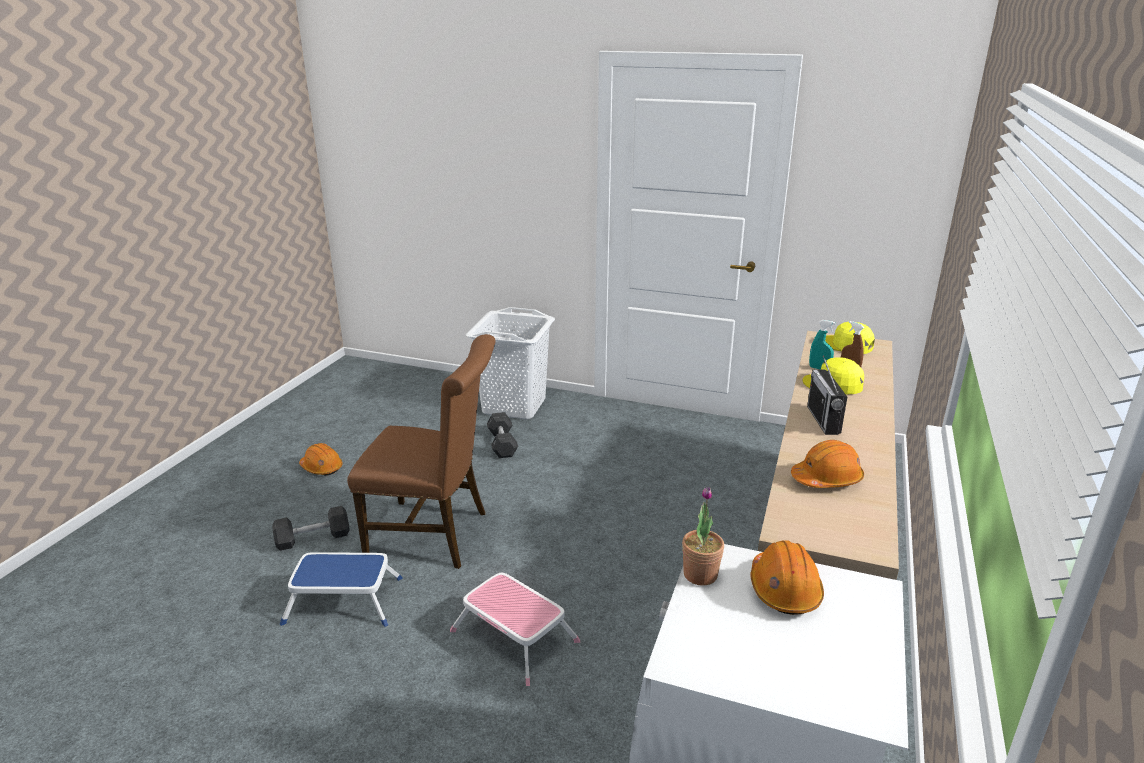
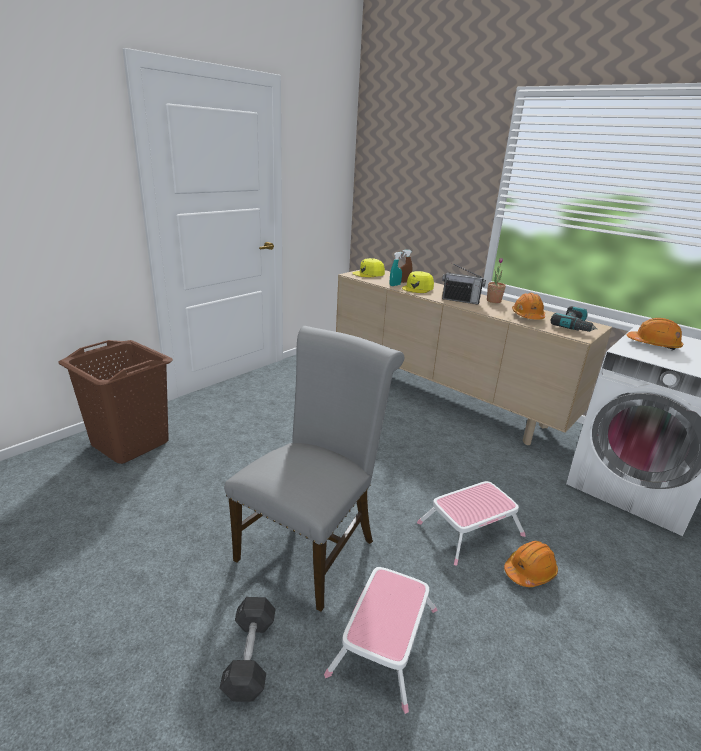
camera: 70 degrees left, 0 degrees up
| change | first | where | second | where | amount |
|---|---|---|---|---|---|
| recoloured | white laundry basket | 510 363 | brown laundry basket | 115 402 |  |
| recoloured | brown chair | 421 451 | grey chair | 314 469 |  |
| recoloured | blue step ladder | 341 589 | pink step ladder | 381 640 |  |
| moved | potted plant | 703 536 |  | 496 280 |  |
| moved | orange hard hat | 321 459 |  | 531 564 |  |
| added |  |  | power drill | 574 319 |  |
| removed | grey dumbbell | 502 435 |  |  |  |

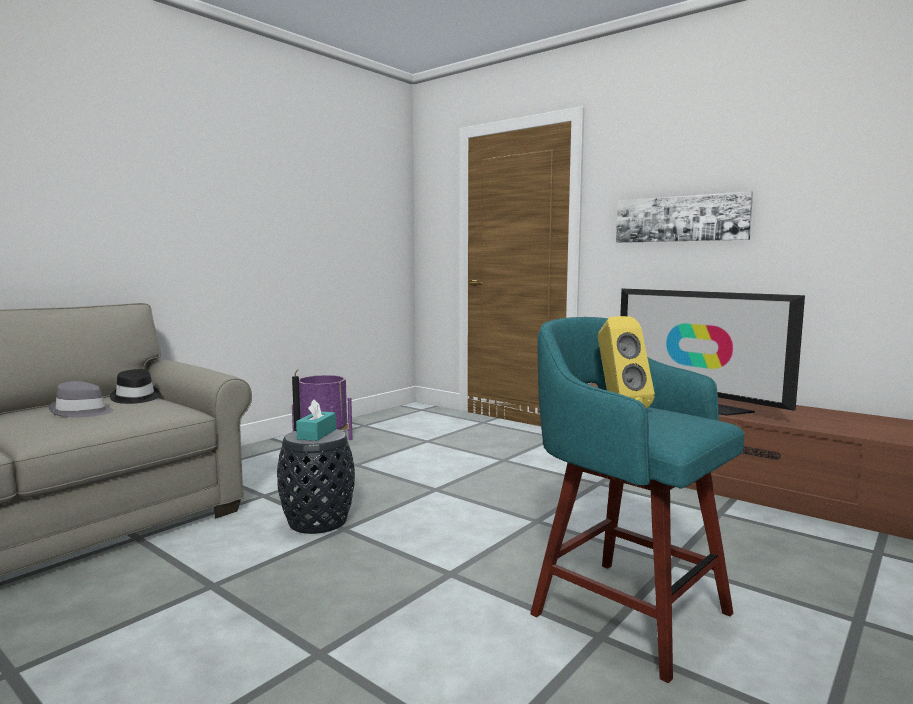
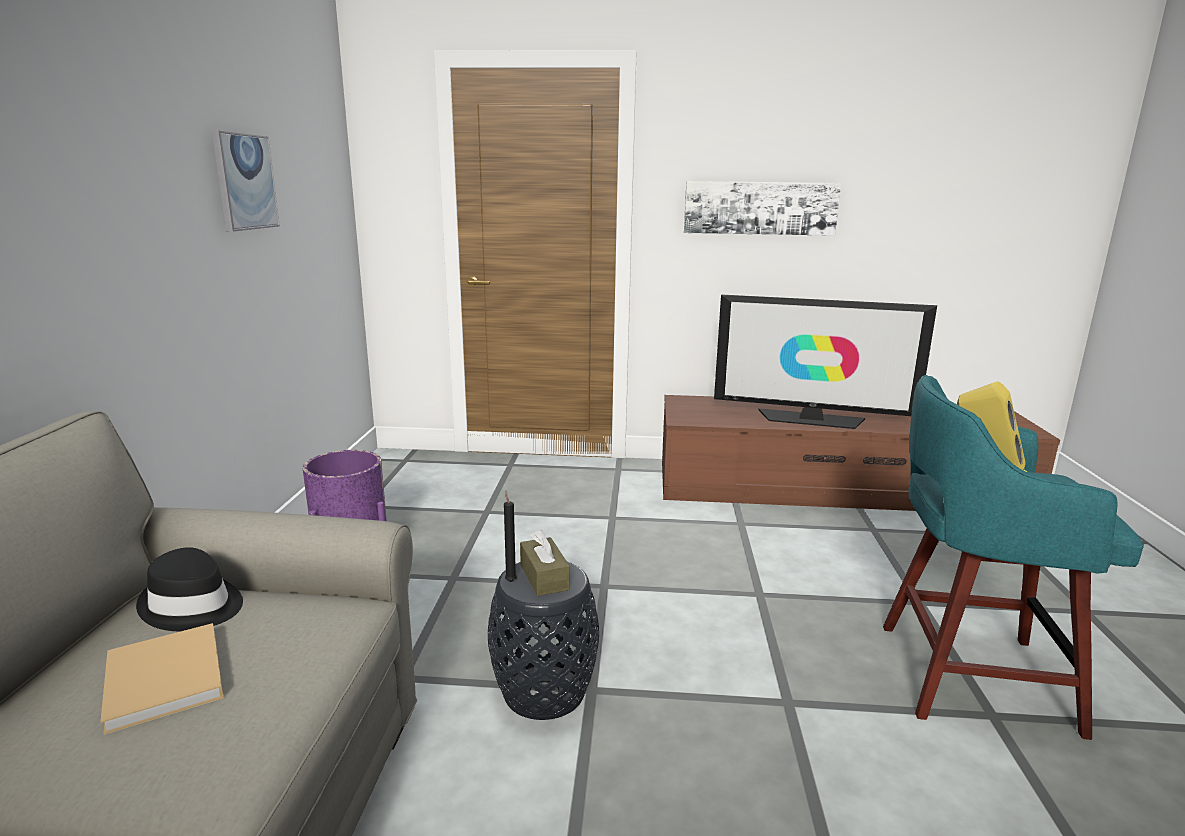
camera: 35 degrees left, 10 degrees up
| change | first | where | second | where | amount |
|---|---|---|---|---|---|
| replaced | grey hat | 81 399 | beige book | 162 679 |  |
| added |  |  | picture | 246 181 |  |
| recoloured | turquoise tissue box | 316 420 | brown tissue box | 545 562 |  |

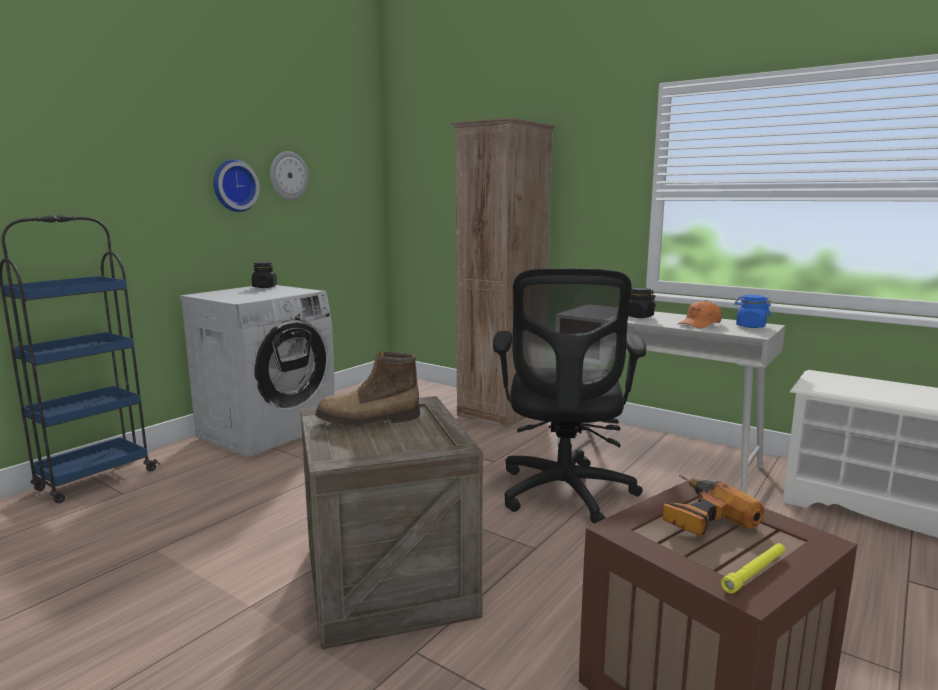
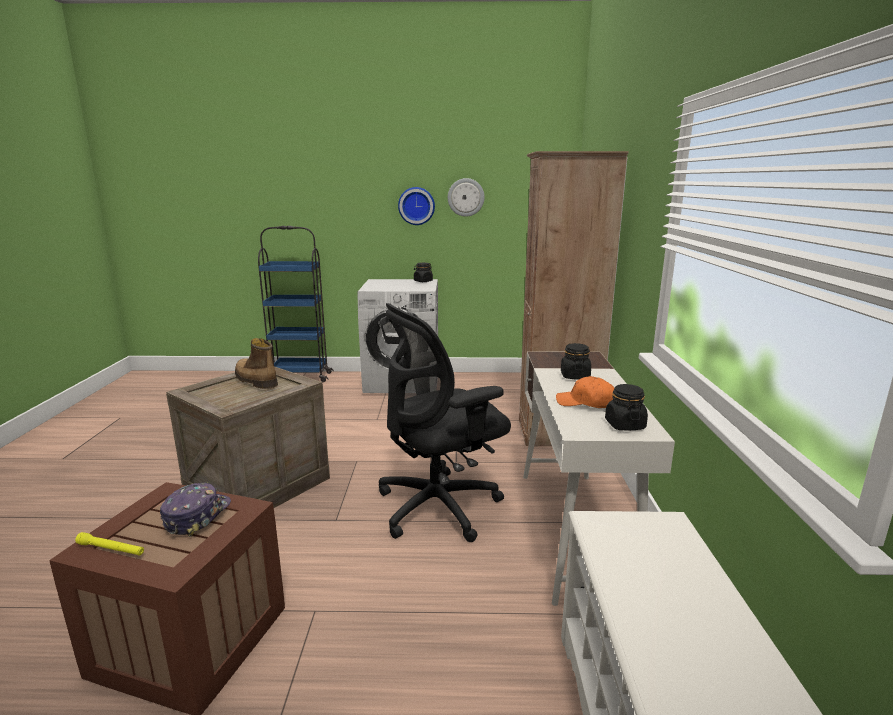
camera: 55 degrees right, 5 degrees up
| change | first | where | second | where | amount |
|---|---|---|---|---|---|
| replaced | power drill | 713 505 | cap | 195 509 |  |
| recoloured | blue jar | 752 311 | black jar | 626 407 |  |

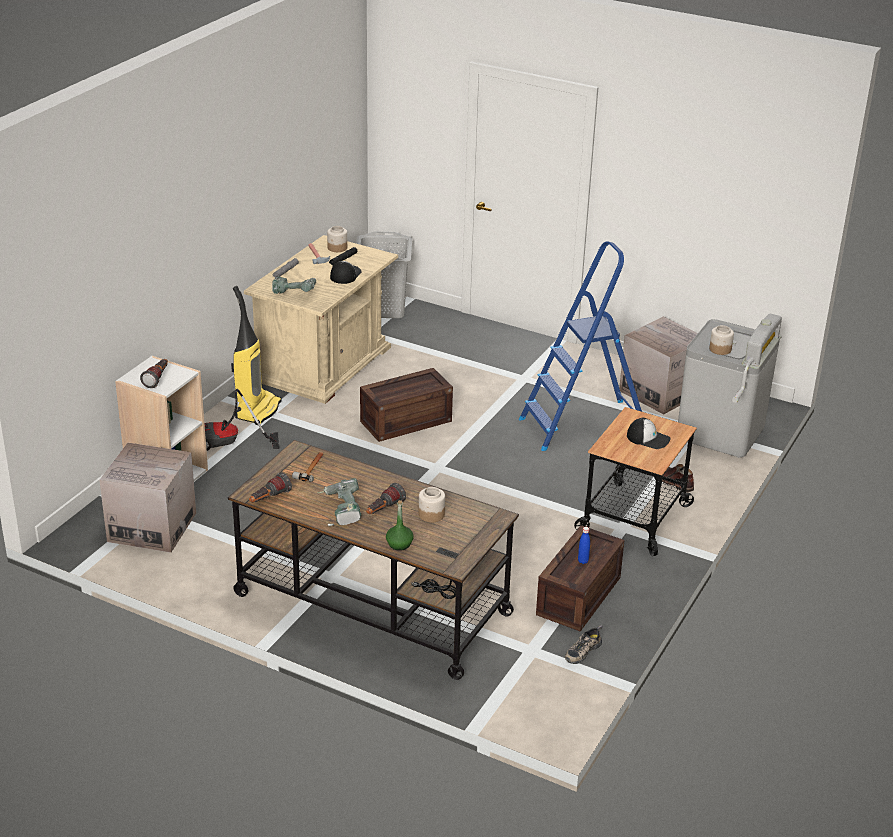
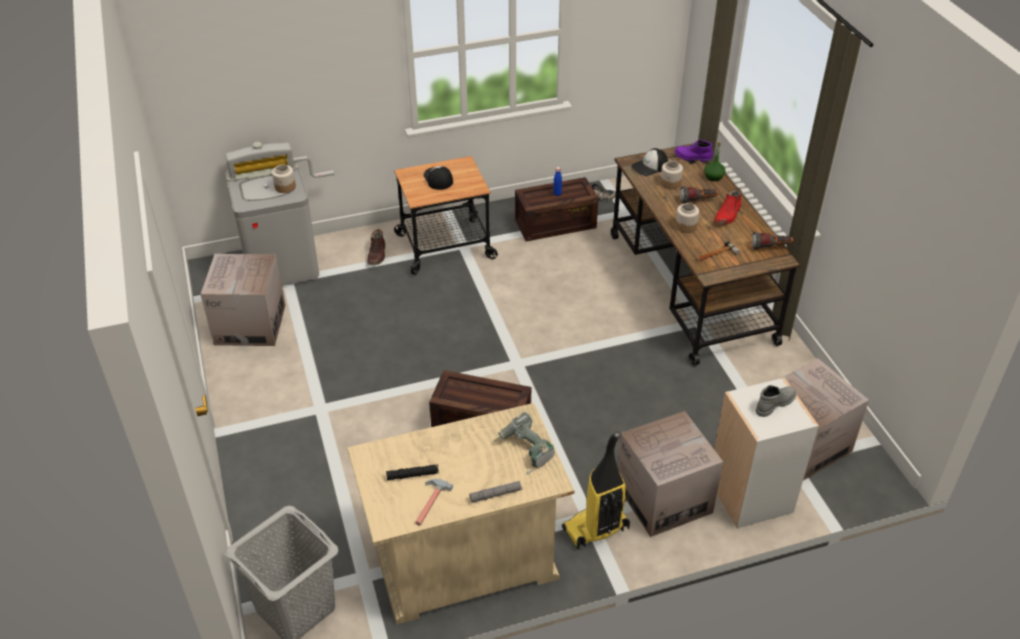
camera: 135 degrees left, 10 degrees up
| change | first | where | second | where | amount |
|---|---|---|---|---|---|
| replaced | vacuum cleaner | 241 420 | cardboard box | 670 474 |  |
| moved | cap | 345 272 |  | 649 162 |  |
| added |  |  | purple boot | 694 151 |  |
| moved | jar | 337 239 |  | 687 218 |  |
| replaced | power drill | 339 502 | red boot | 728 206 |  |
| replaced | flashlight | 154 373 | grey boot | 776 401 |  |
| removed | blue step ladder | 580 346 |  |  |  |

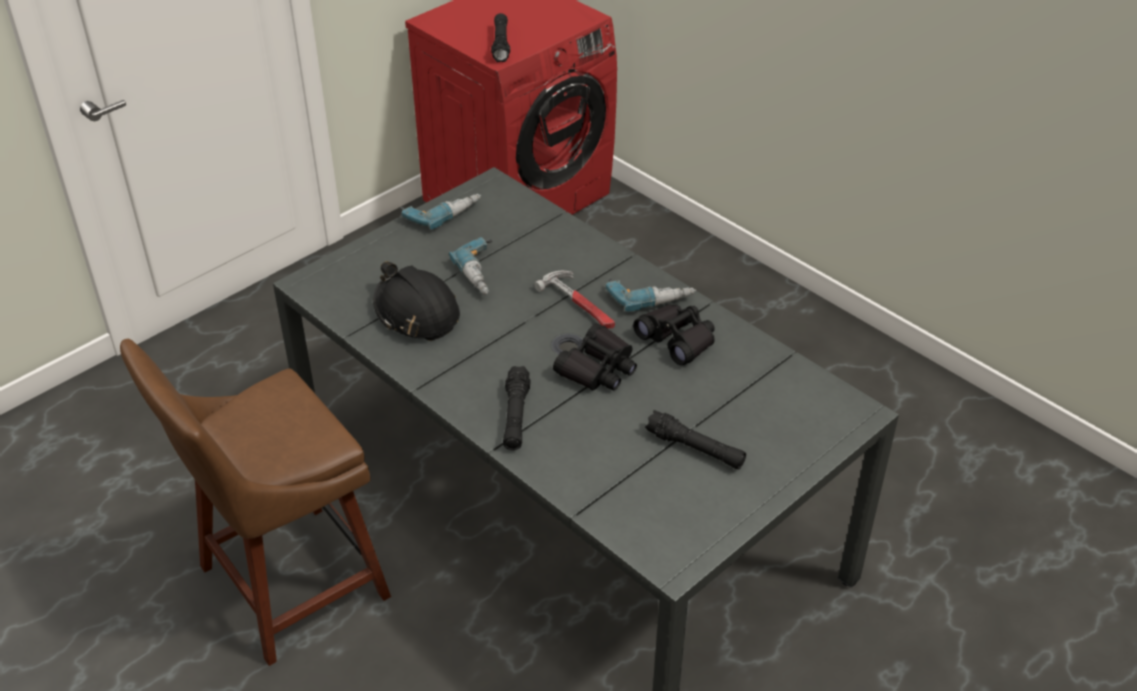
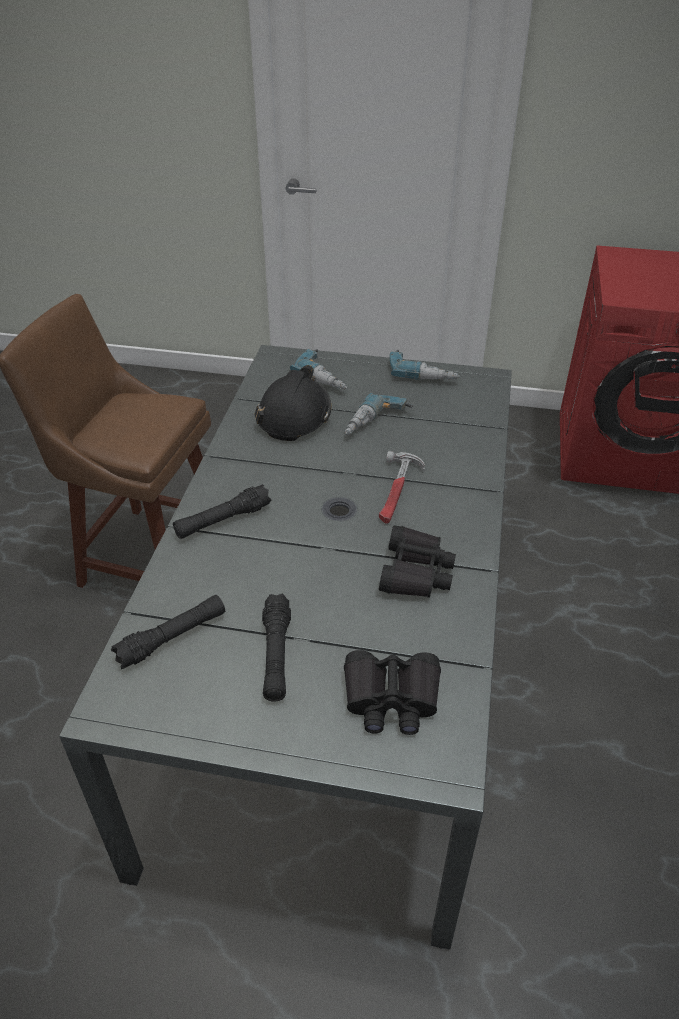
camera: 55 degrees right, 0 degrees up
| change | first | where | second | where | amount |
|---|---|---|---|---|---|
| moved | black flashlight | 500 37 |  | 168 632 |  |
| moved | power drill | 650 295 |  | 319 369 |  |
| moved | black binoculars | 595 356 |  | 392 692 |  |

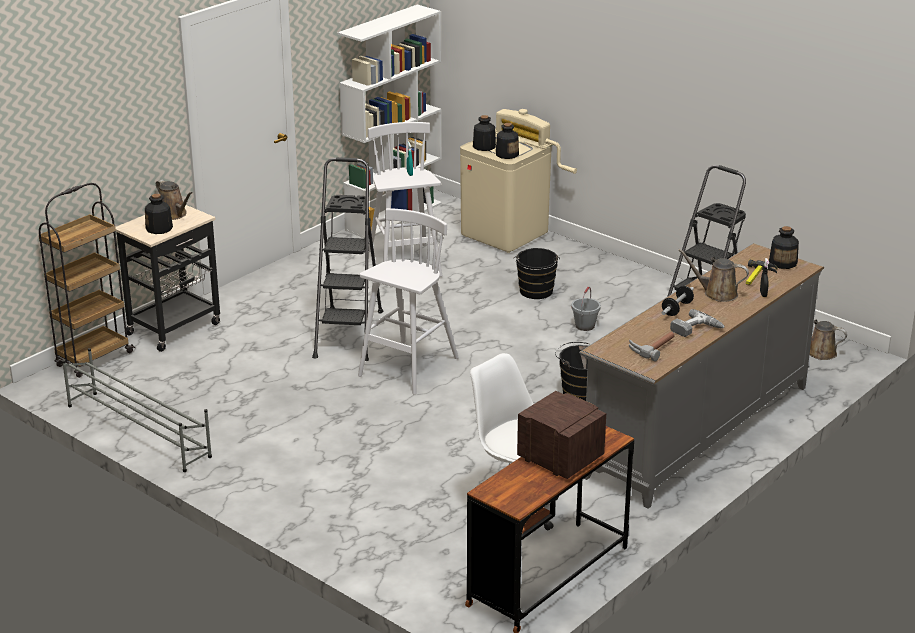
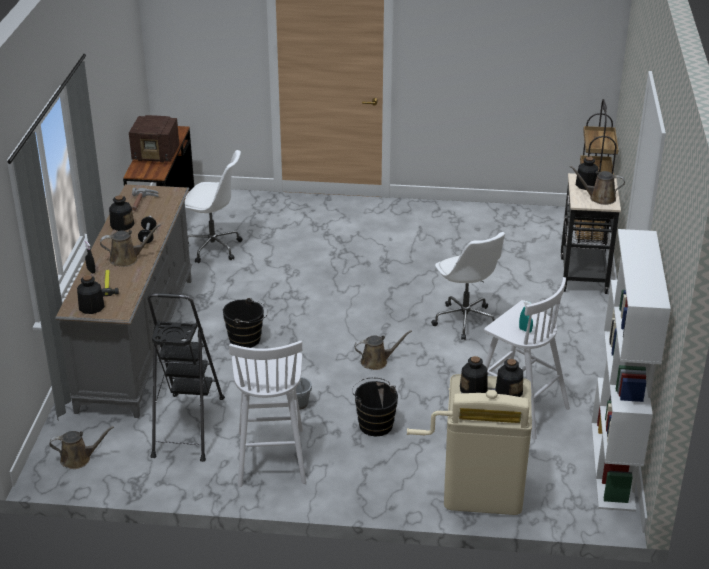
camera: 145 degrees right, 5 degrees up
| change | first | where | second | where | amount |
|---|---|---|---|---|---|
| replaced | power drill | 697 323 | bottle | 121 213 |  |
| moved | white stool | 408 301 |  | 267 414 |  |
| added |  |  | brown watering can | 383 350 |  |
| replaced | step ladder | 348 259 | white office chair | 468 286 |  |
| removed | grey shoe rack | 137 410 |  |  |  |

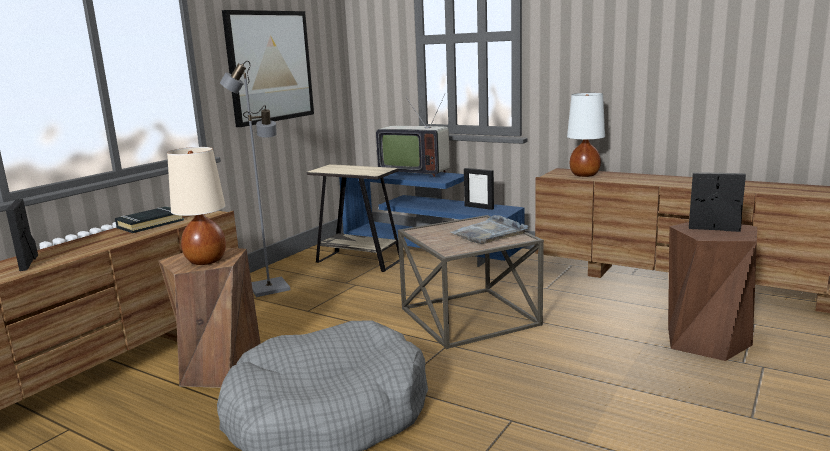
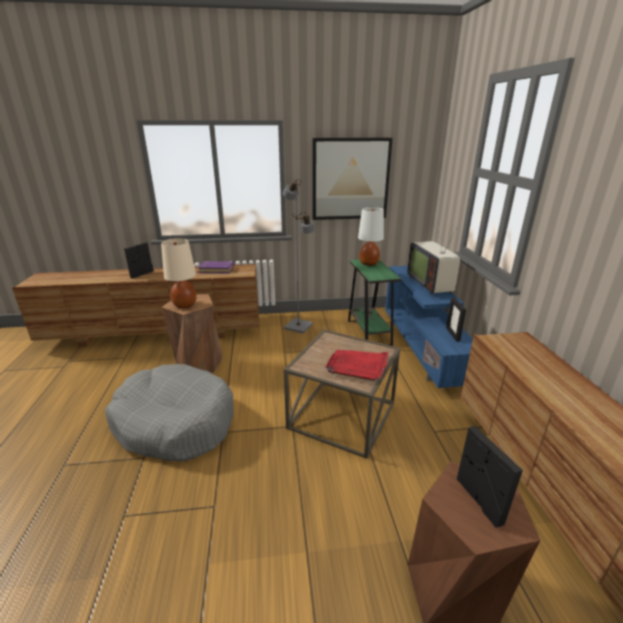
camera: 50 degrees right, 10 degrees up
| change | first | where | second | where | amount |
|---|---|---|---|---|---|
| recoloured | black book | 149 219 | purple book | 216 267 |  |
| recoloured | grey tray | 489 229 | red tray | 356 365 |  |
| recoloured | beige side table | 352 218 | green side table | 374 302 |  |
| moved | white table lamp | 586 135 |  | 371 236 |  |

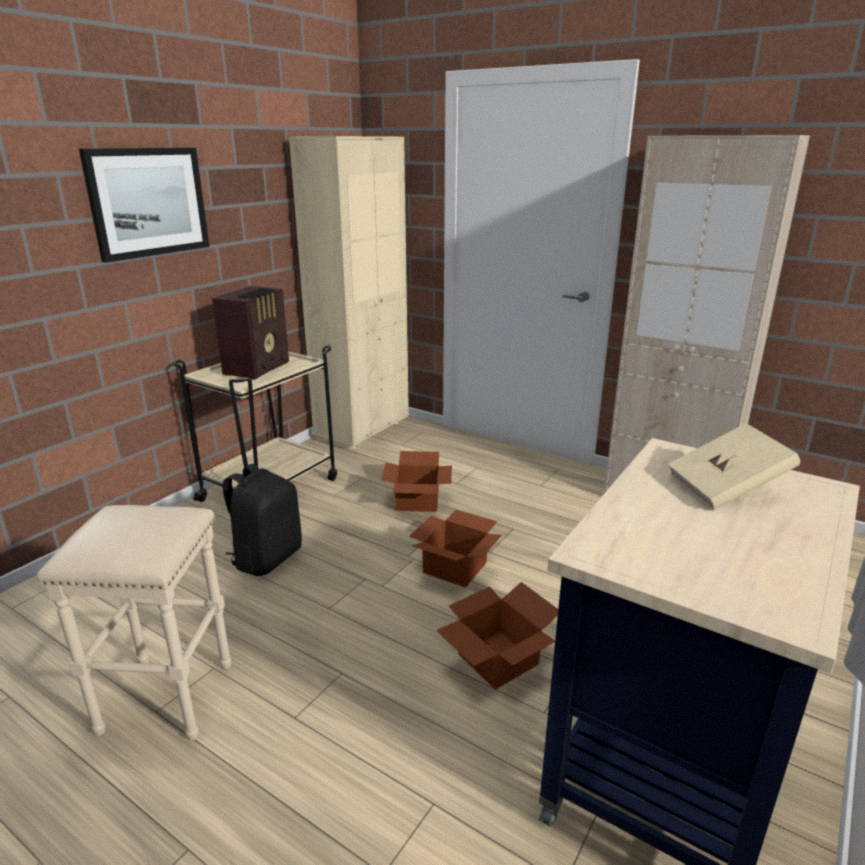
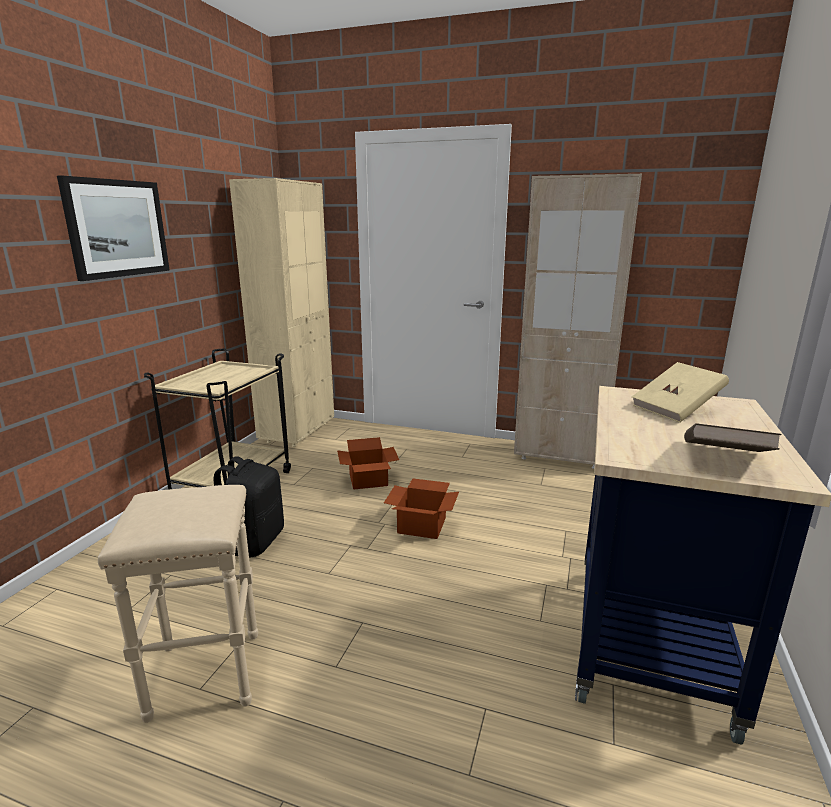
camera: 15 degrees left, 5 degrees down
| change | first | where | second | where | amount |
|---|---|---|---|---|---|
| added |  |  | brown book | 732 437 |  |
| removed | radio | 250 333 |  |  |  |
| removed | cardboard box | 497 636 |  |  |  |

